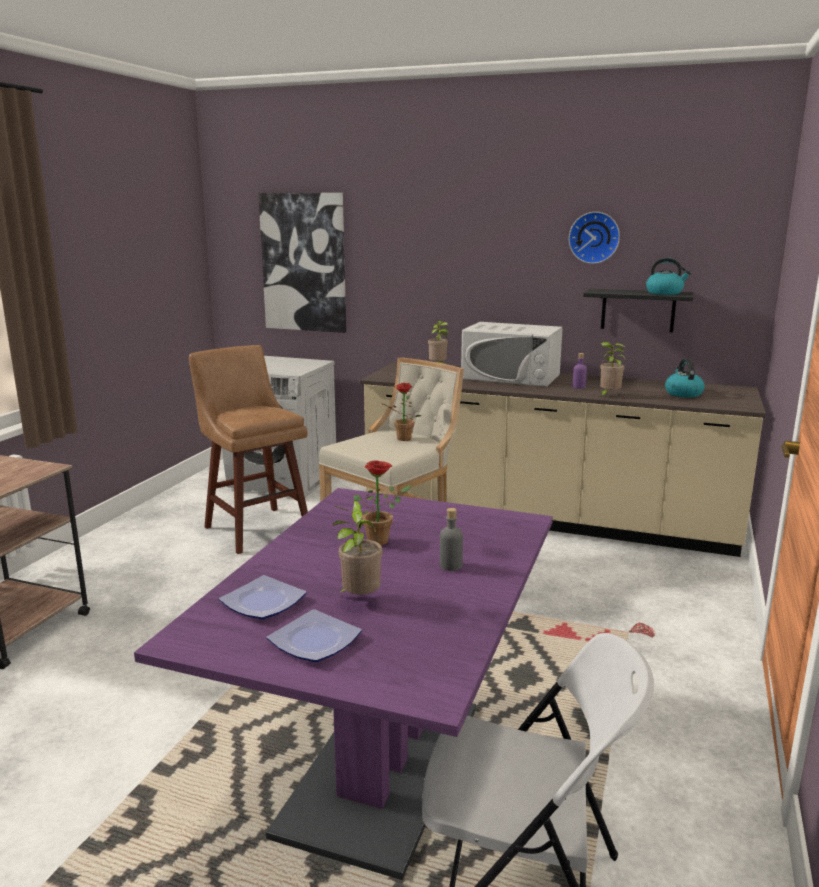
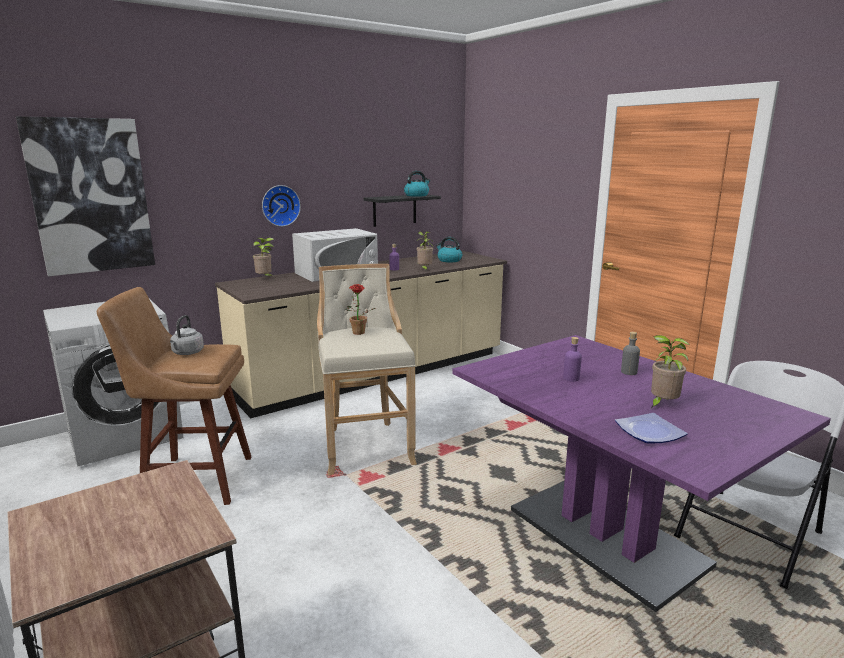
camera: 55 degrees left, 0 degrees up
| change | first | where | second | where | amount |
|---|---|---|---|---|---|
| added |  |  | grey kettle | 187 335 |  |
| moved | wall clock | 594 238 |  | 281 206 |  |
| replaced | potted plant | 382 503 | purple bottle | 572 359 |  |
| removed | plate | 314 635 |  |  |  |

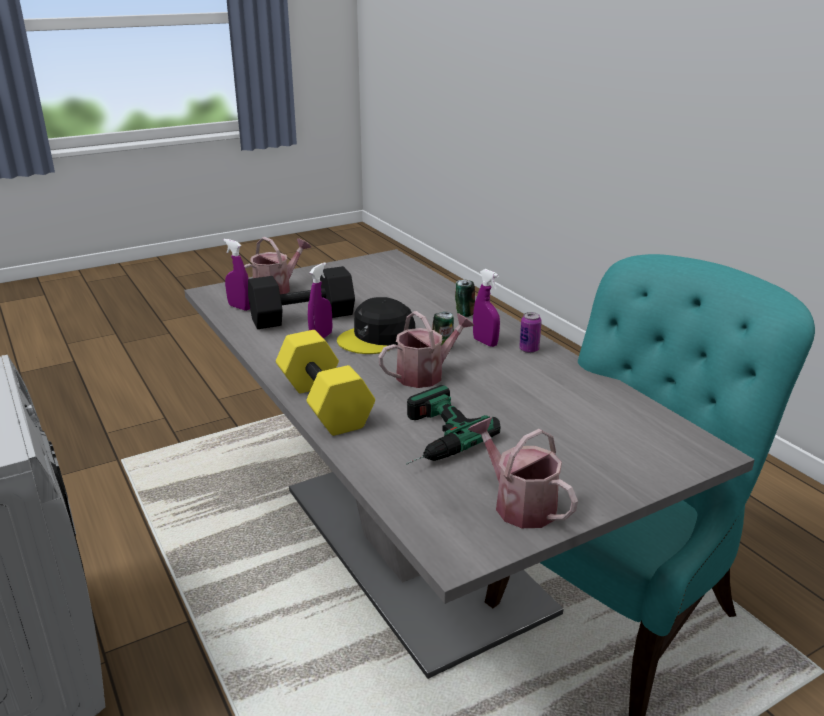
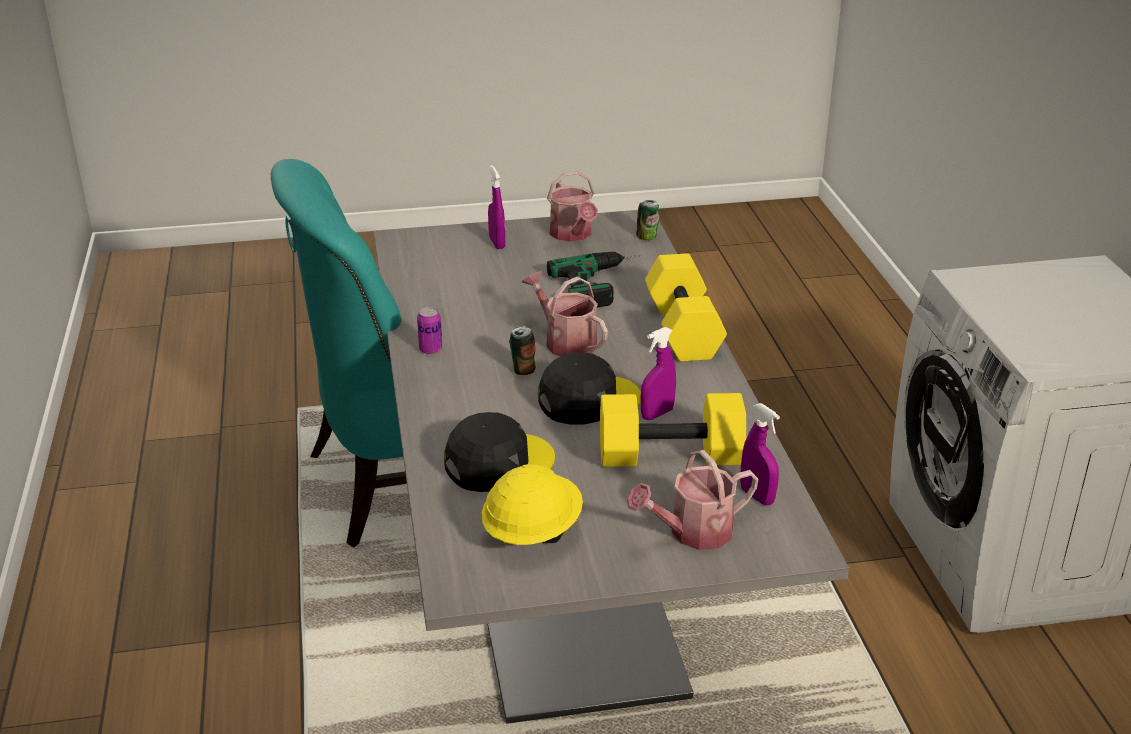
camera: 160 degrees left, 5 degrees up
| change | first | where | second | where | amount |
|---|---|---|---|---|---|
| added |  |  | black cap | 499 452 |  |
| added |  |  | yellow hard hat | 532 504 |  |
| moved | purple spray bottle | 486 308 |  | 496 207 |  |
| turned | watering can | 426 349 |  | 565 313 | 60 degrees clockwise |
| recoloured | black dumbbell | 301 297 | yellow dumbbell | 673 430 |  |
| moved | can | 465 298 |  | 647 220 |  |

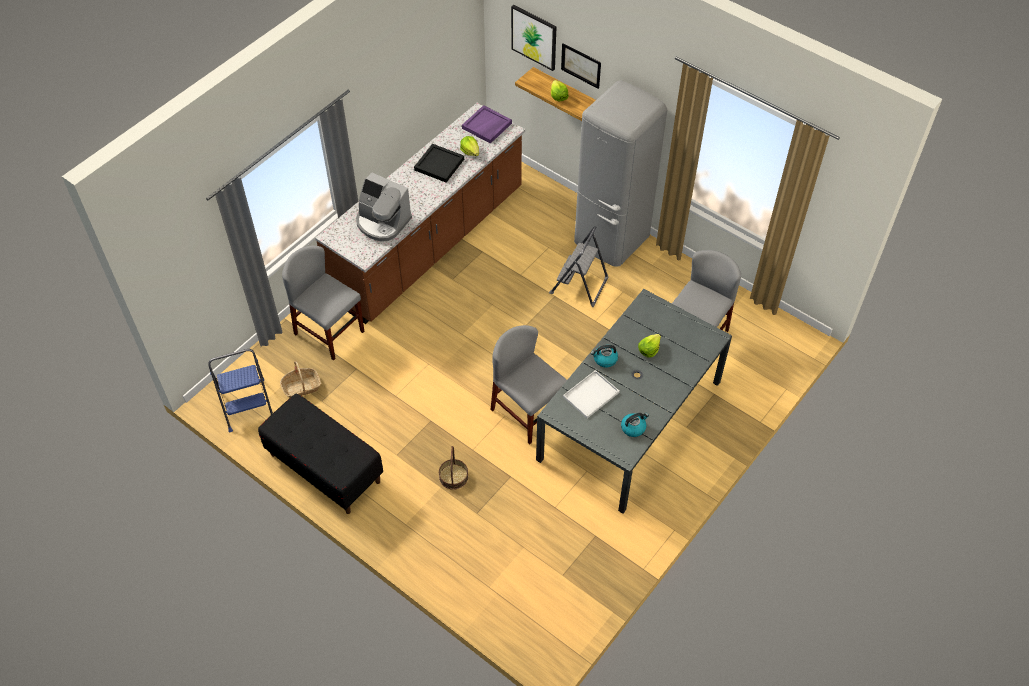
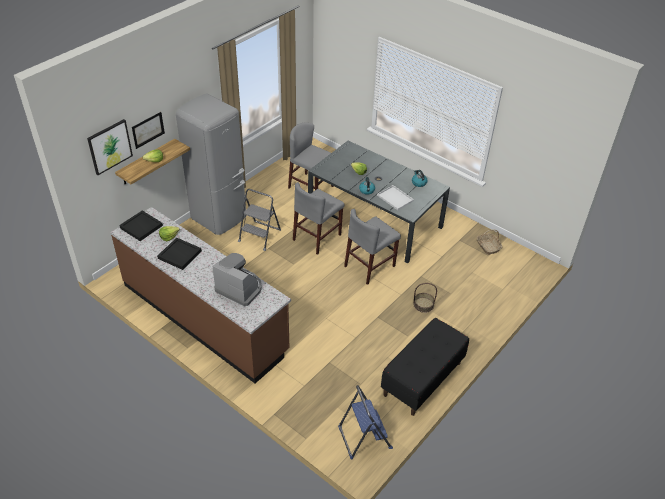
camera: 90 degrees left, 10 degrees down
| change | first | where | second | where | amount |
|---|---|---|---|---|---|
| recoloured | purple tray | 487 124 | black tray | 141 225 |  |
| turned | coffee machine | 384 207 |  | 237 279 | 90 degrees counterclockwise |
| moved | grey chair | 323 303 |  | 318 218 |  |
| moved | basket | 300 379 |  | 489 242 |  |

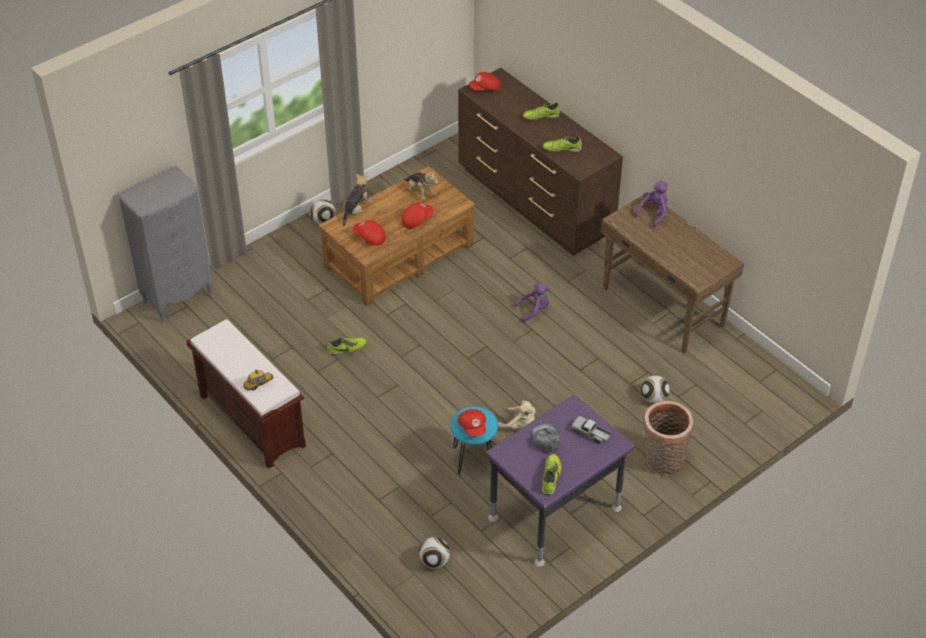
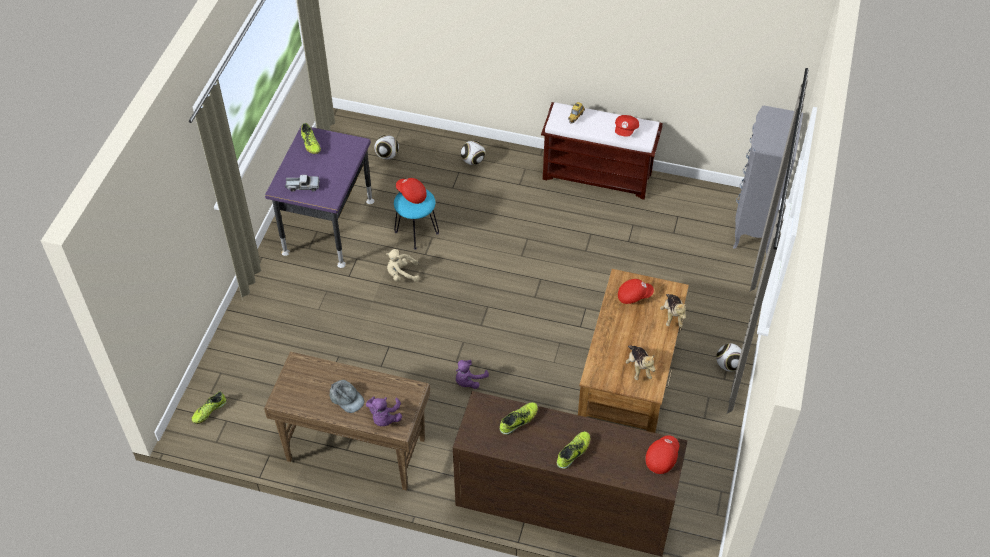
camera: 145 degrees right, 5 degrees up
| change | first | where | second | where | amount |
|---|---|---|---|---|---|
| moved | shoe | 347 346 |  | 209 407 |  |
| moved | grey cap | 546 438 |  | 347 396 |  |
| moved | football | 655 389 |  | 473 152 |  |
| moved | red cap | 417 216 |  | 627 126 |  |
| turned | plush toy | 421 184 |  | 640 362 | 120 degrees counterclockwise |
| removed | basket | 668 438 |  |  |  |

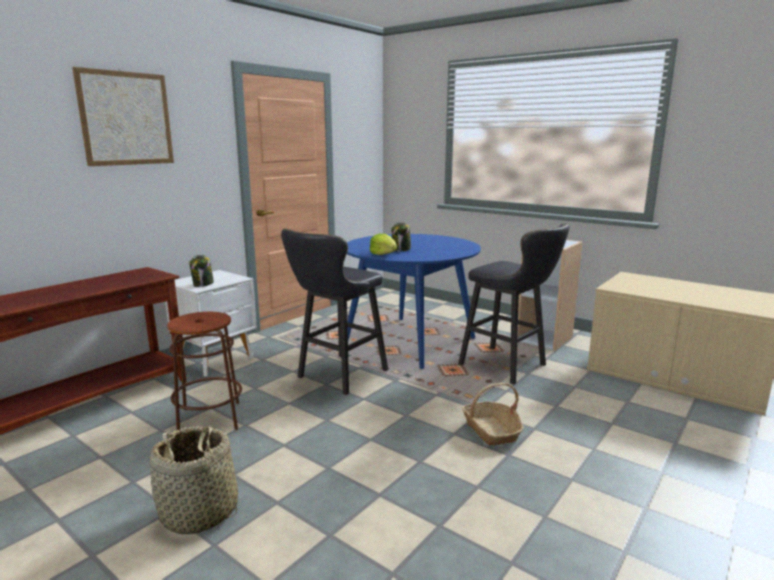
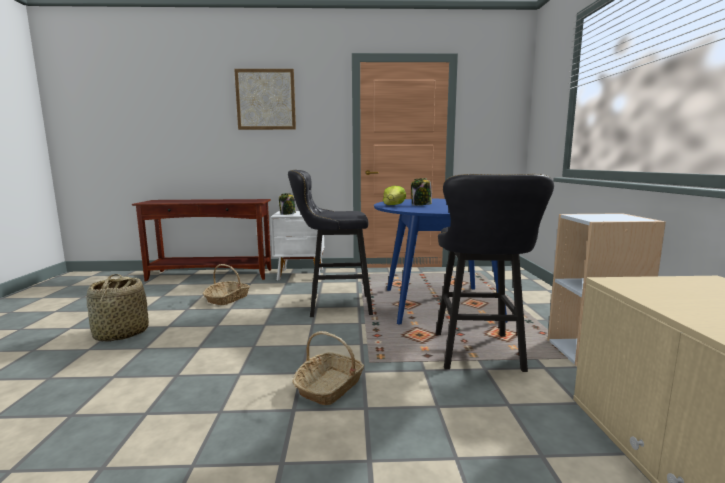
camera: 50 degrees right, 5 degrees down
| change | first | where | second | where | amount |
|---|---|---|---|---|---|
| replaced | brown stool | 204 371 | basket | 226 284 |  |

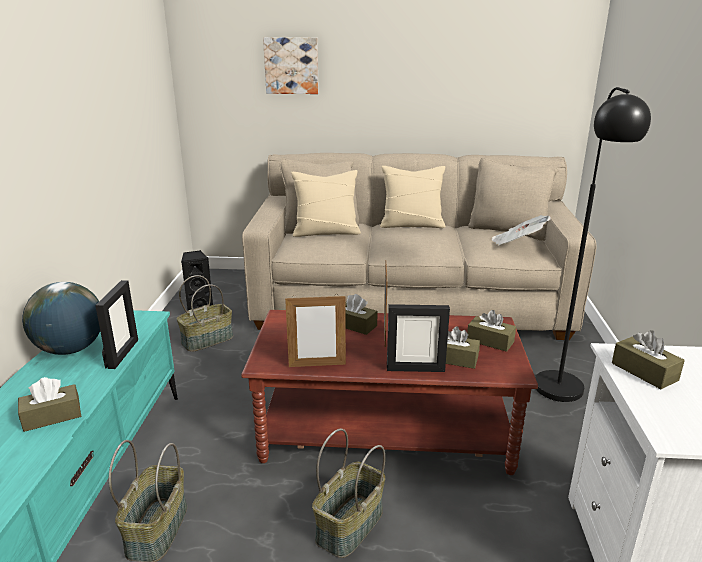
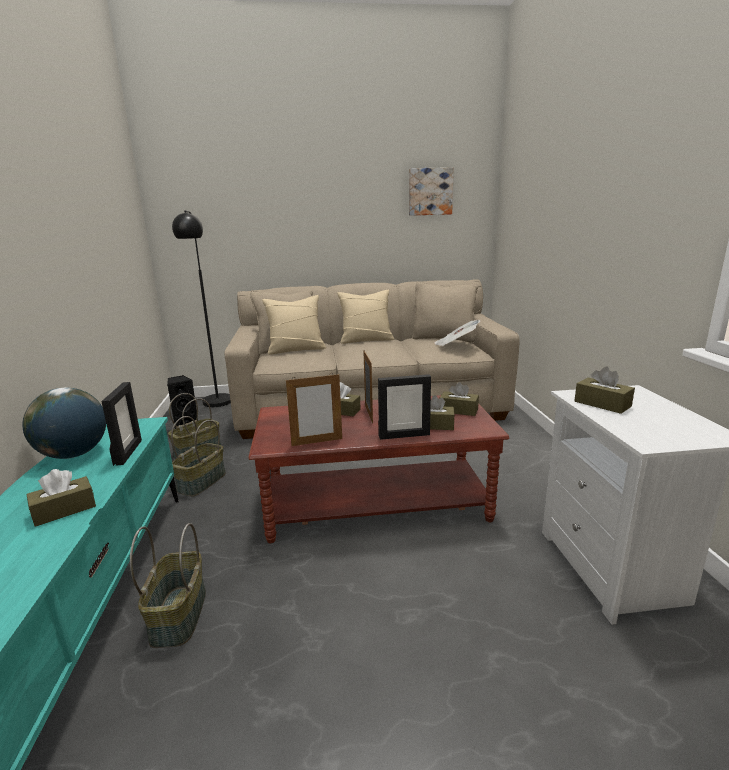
camera: 10 degrees left, 5 degrees down
| change | first | where | second | where | amount |
|---|---|---|---|---|---|
| moved | basket | 348 493 |  | 198 456 |  |
| moved | black floor lamp | 593 244 |  | 201 308 |  |
| moved | picture | 291 65 |  | 431 191 |  |

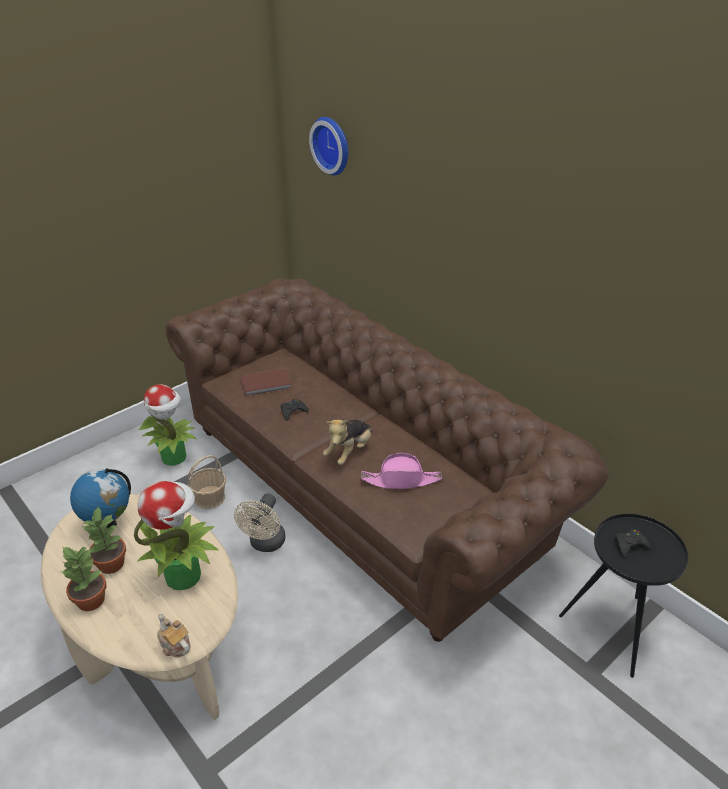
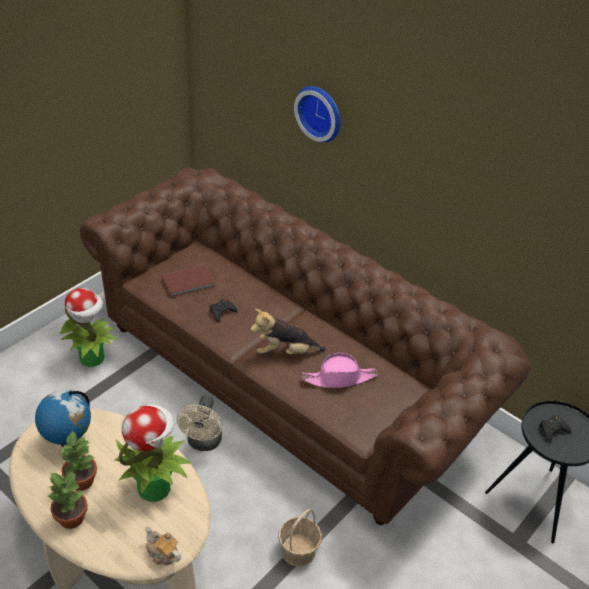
camera: 10 degrees left, 5 degrees up
| change | first | where | second | where | amount |
|---|---|---|---|---|---|
| turned | plush toy | 347 442 |  | 288 331 | 60 degrees clockwise |
| moved | basket | 207 482 |  | 300 537 |  |
| moved | wall clock | 328 146 |  | 317 114 |  |

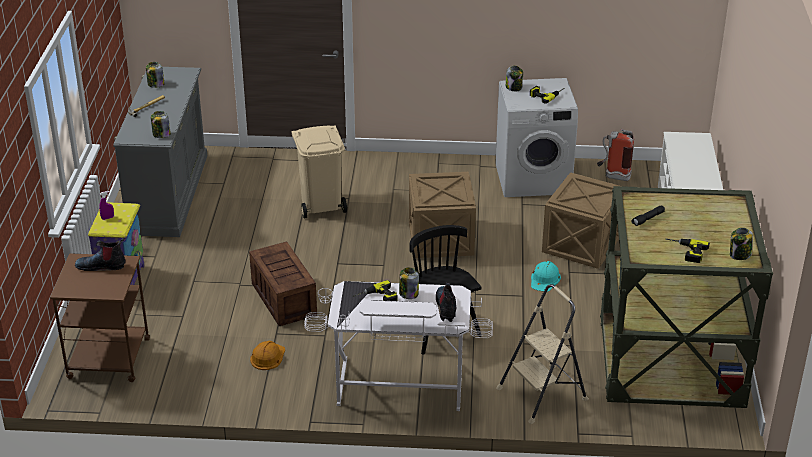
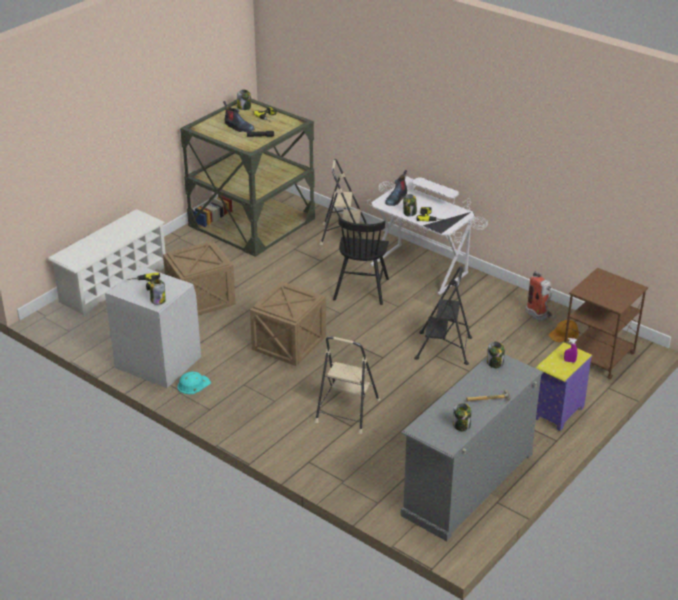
camera: 145 degrees left, 0 degrees up
| change | first | where | second | where | amount |
|---|---|---|---|---|---|
| moved | turquoise hard hat | 546 276 |  | 194 382 |  |
| moved | boot | 100 254 |  | 239 116 |  |
| replaced | beige trash can | 319 172 | beige step ladder | 347 385 |  |
| replaced | crate | 283 283 | black step ladder | 443 315 |  |
| moved | fire extinguisher | 615 155 |  | 539 296 |  |
| moved | orange hard hat | 267 355 |  | 564 331 |  |

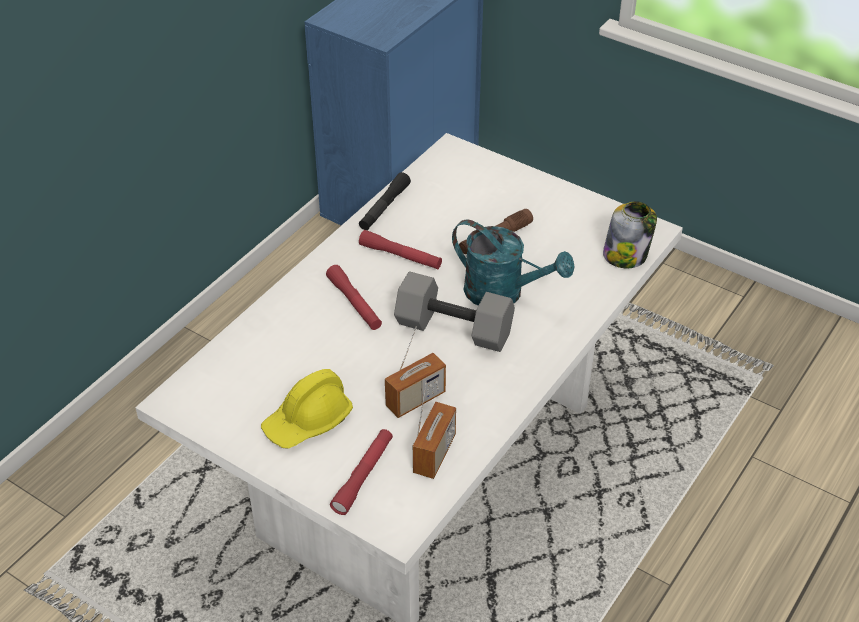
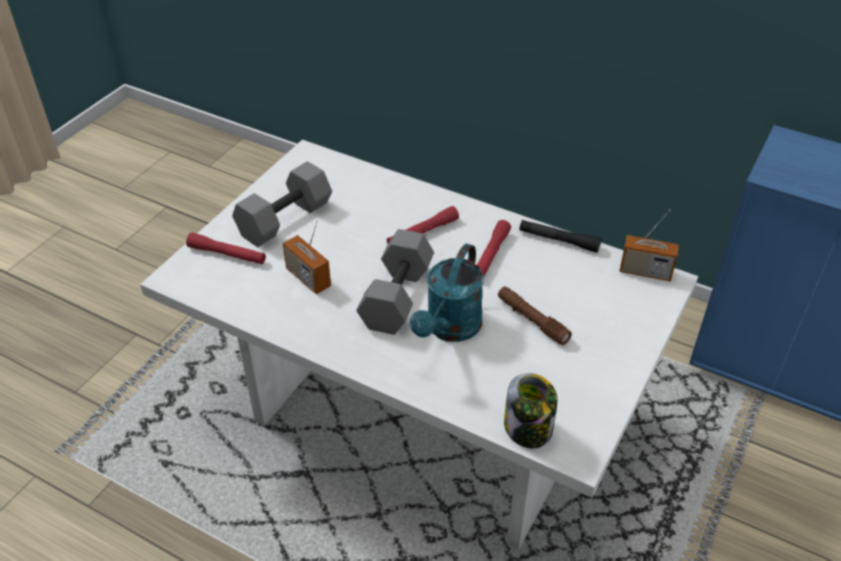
camera: 85 degrees right, 0 degrees up
| change | first | where | second | where | amount |
|---|---|---|---|---|---|
| replaced | yellow hard hat | 307 409 | grey dumbbell | 282 204 |  |
| moved | radio | 434 430 |  | 649 245 |  |

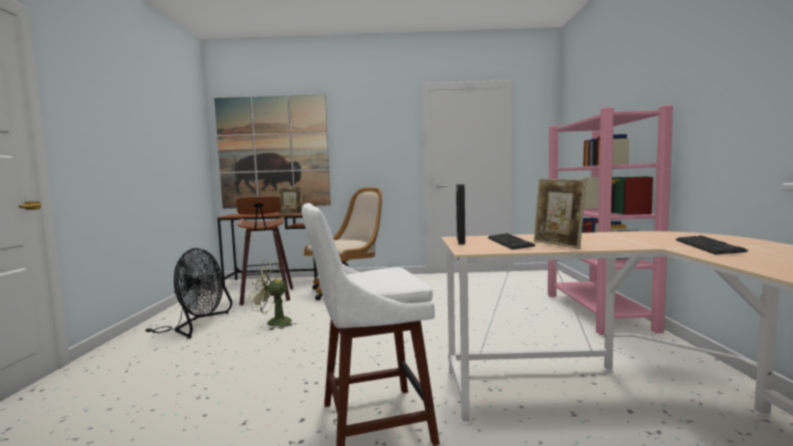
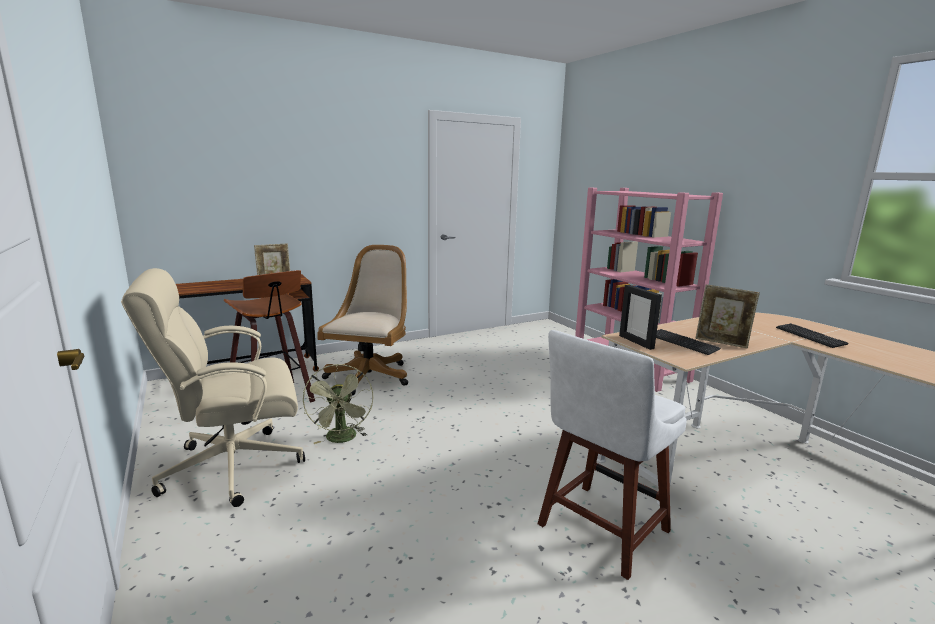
camera: 30 degrees left, 10 degrees up
| change | first | where | second | where | amount |
|---|---|---|---|---|---|
| replaced | black fan | 189 293 | beige office chair | 213 387 |  |
| turned | green fan | 272 295 |  | 338 404 | 75 degrees counterclockwise |
| removed | picture | 272 151 |  |  |  |

